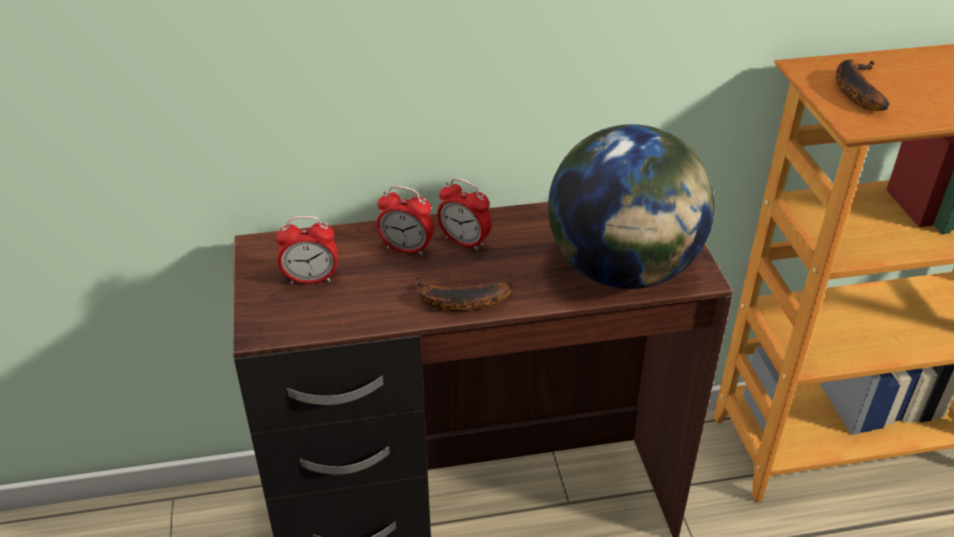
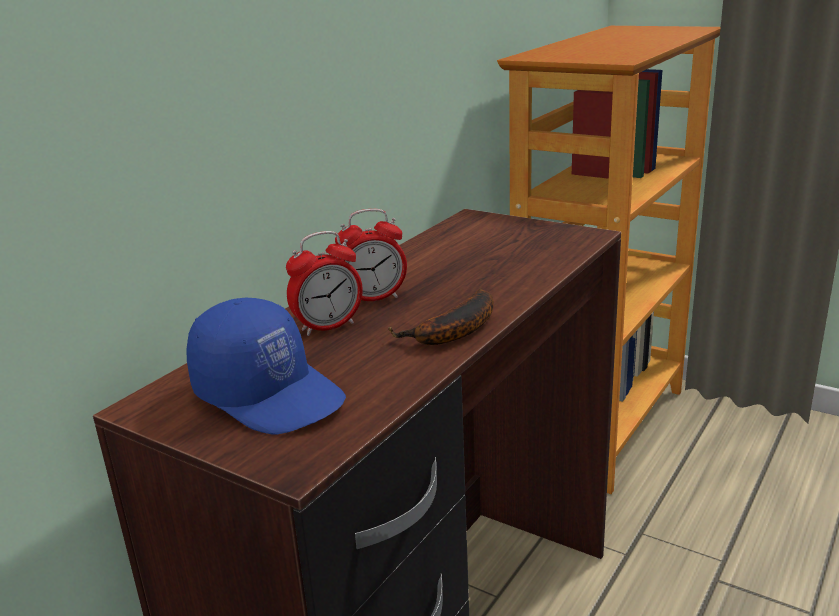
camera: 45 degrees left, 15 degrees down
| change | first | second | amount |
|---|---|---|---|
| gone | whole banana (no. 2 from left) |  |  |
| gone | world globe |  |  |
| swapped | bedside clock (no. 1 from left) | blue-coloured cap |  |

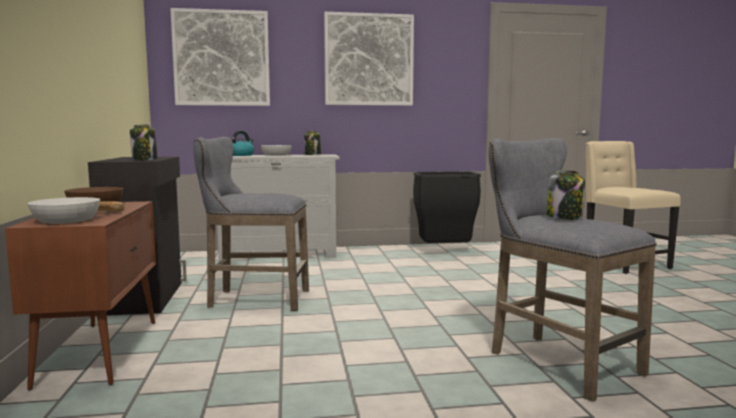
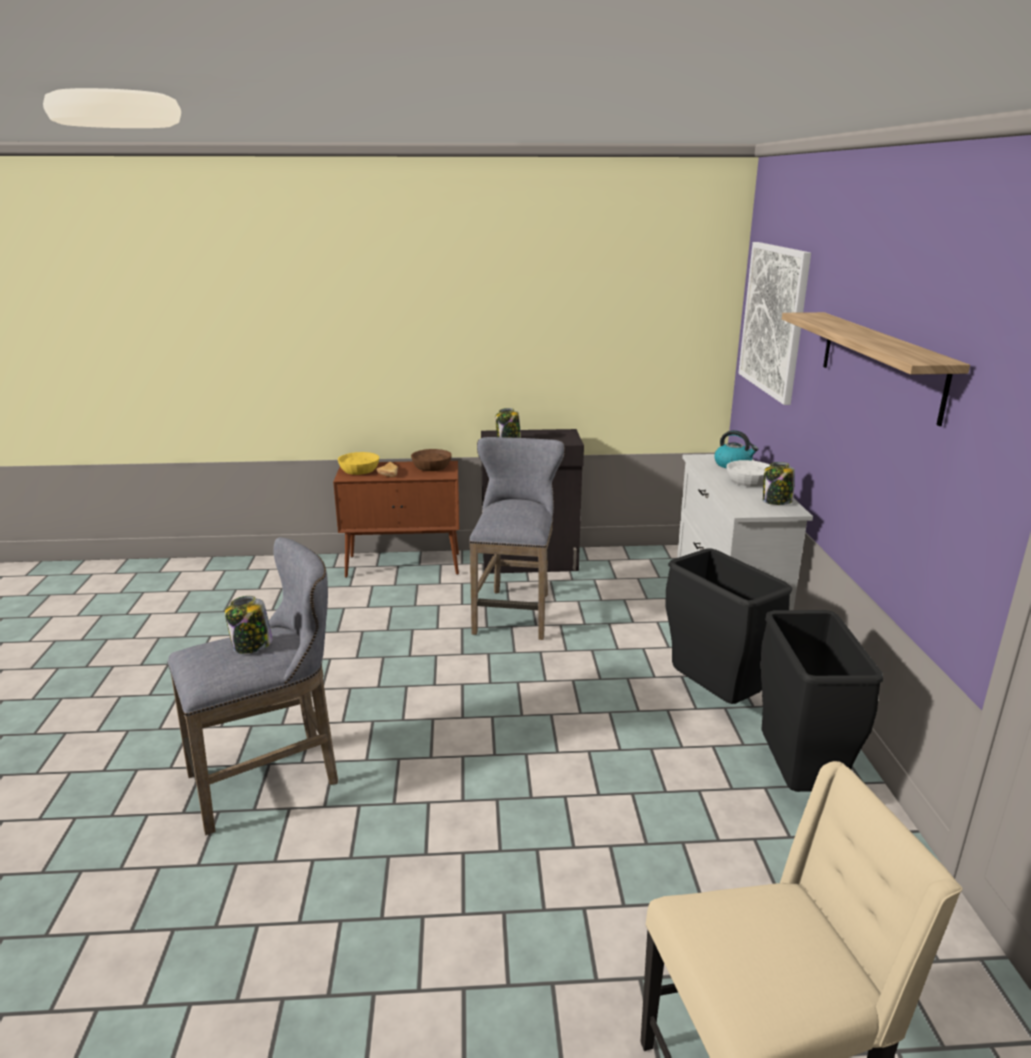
camera: 95 degrees right, 15 degrees up
| change | first | second | amount |
|---|---|---|---|
| swapped | wall art (no. 2 from left) | shelf |  |
| repainted | white-coloured serving bowl (no. 1 from left) | yellow-coloured serving bowl |  |
| new |  | black-coloured rubbish bin (no. 1 from left) |  |

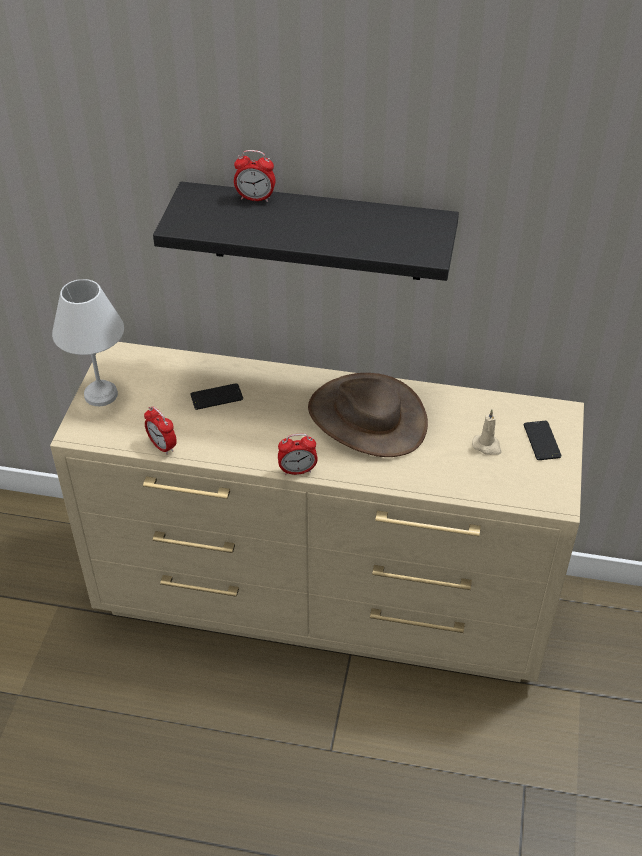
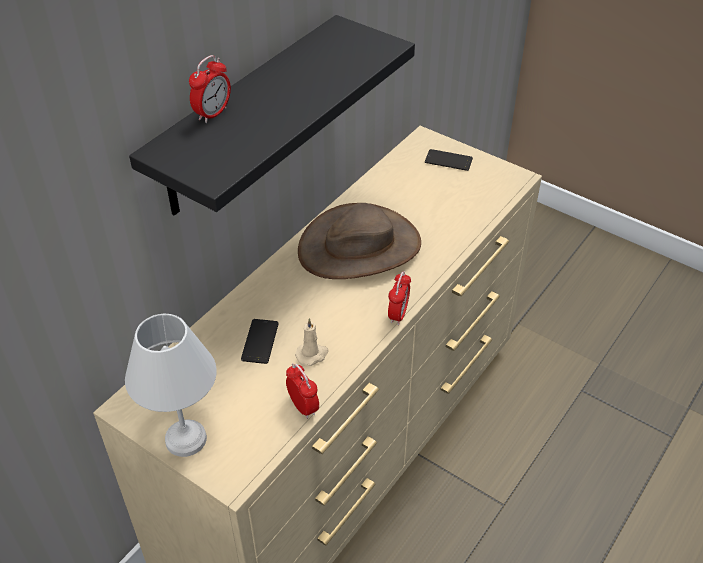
camera: 65 degrees left, 0 degrees up
| change | first | second | amount |
|---|---|---|---|
| rotated | bedside clock (no. 1 from left in the first image) | bedside clock (no. 2 from left) | 105 degrees counterclockwise |
| shifted | beige-coloured candle |  |  |

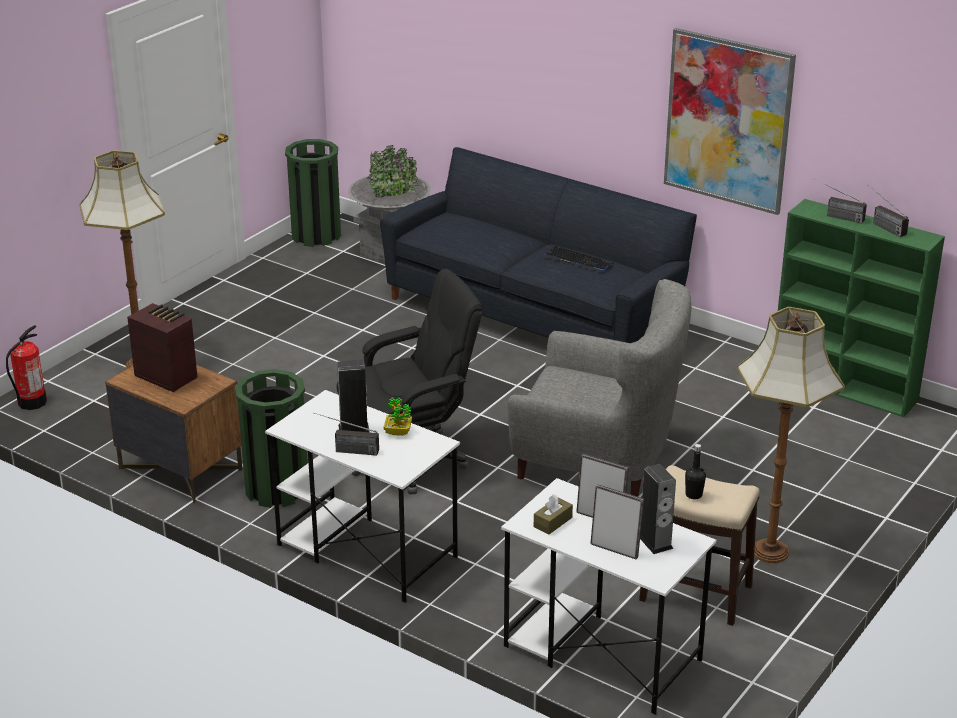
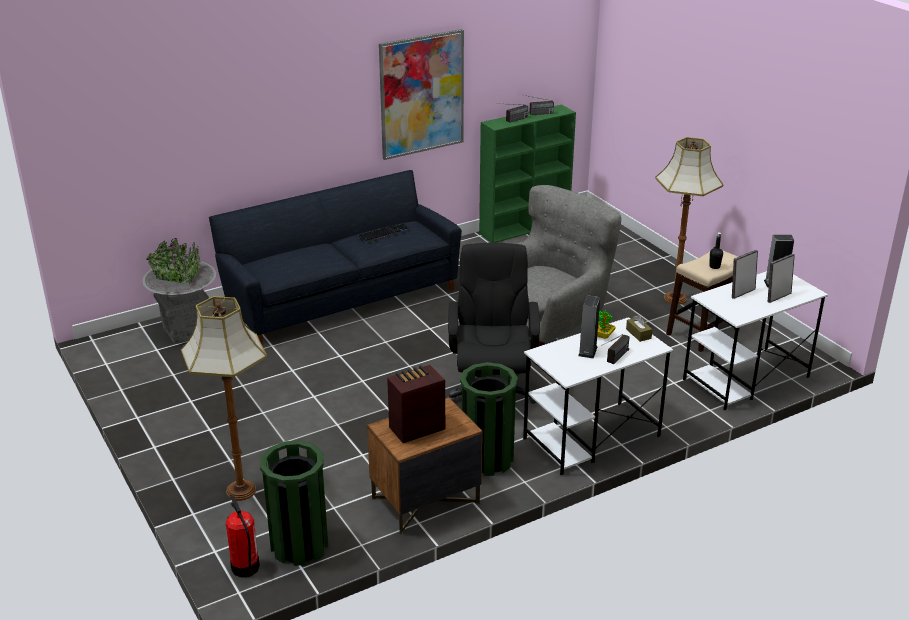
camera: 65 degrees left, 0 degrees up
| change | first | second | amount |
|---|---|---|---|
| shifted | greenish rubbish bin (no. 2 from left in the first image) | greenish rubbish bin (no. 1 from left) |  |
| shifted | brown-coloured tissue box |  |  |

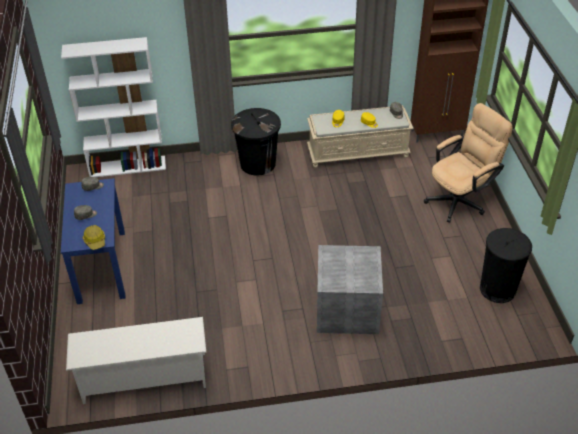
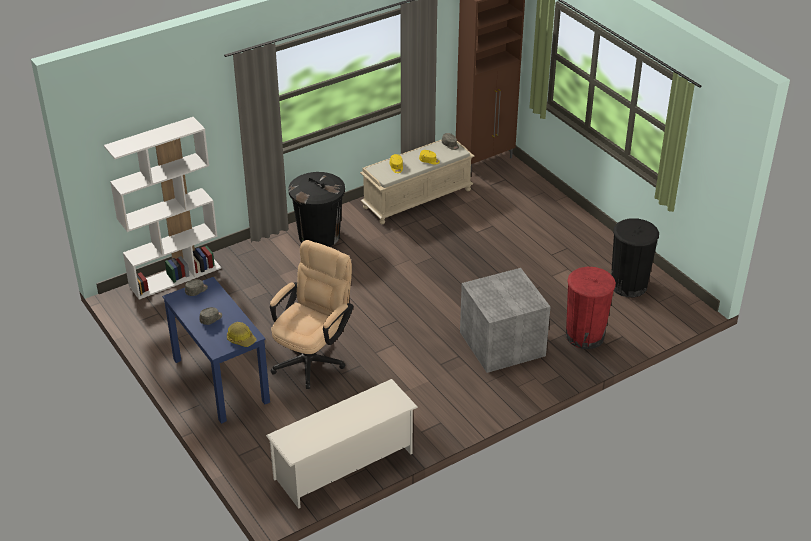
camera: 25 degrees left, 5 degrees down
| change | first | second | amount |
|---|---|---|---|
| shifted | beige-coloured office chair |  |  |
| new |  | red rubbish bin |  |

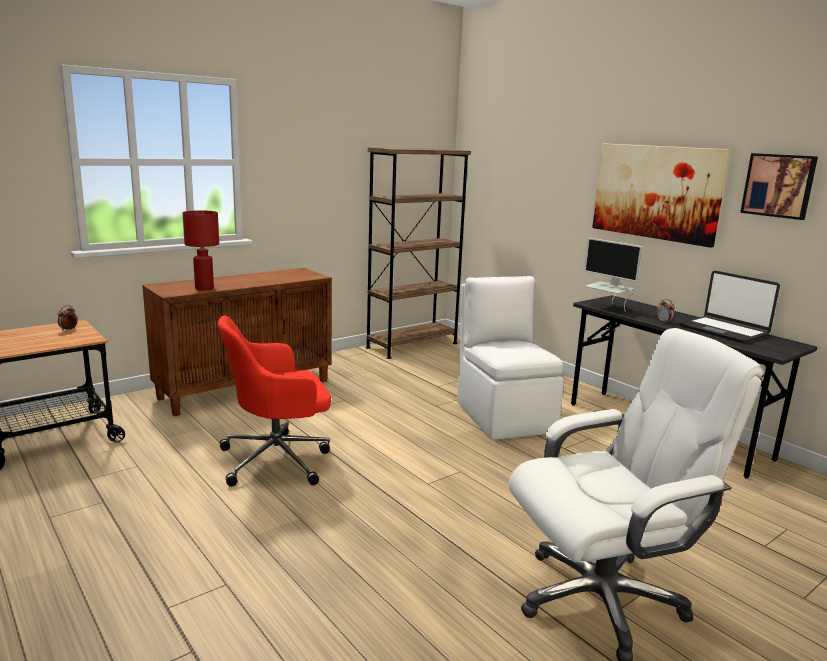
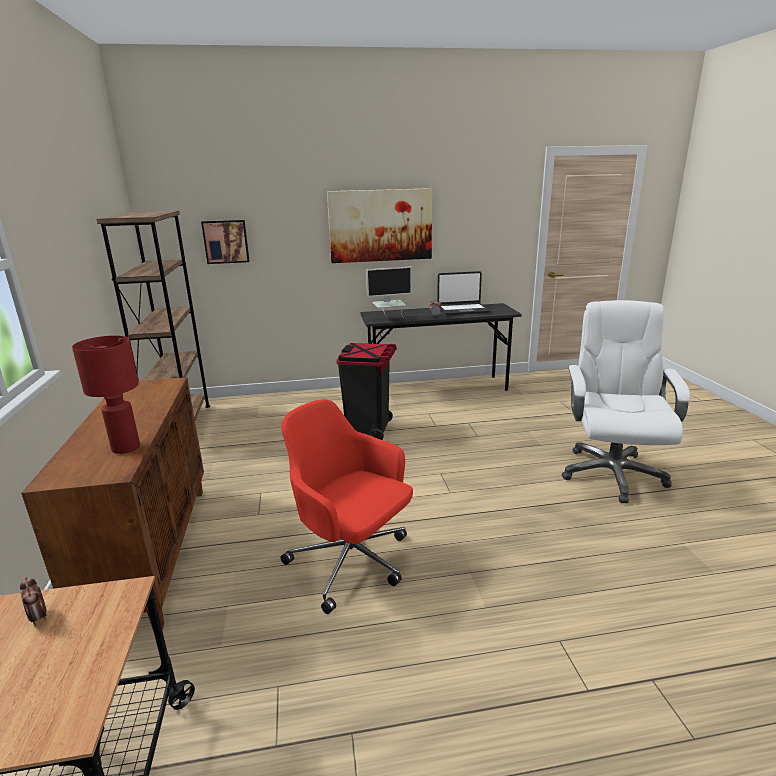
camera: 60 degrees left, 5 degrees up
| change | first | second | amount |
|---|---|---|---|
| shifted | wall art (no. 2 from left in the first image) | wall art (no. 1 from left) |  |
| swapped | white-coloured plain chair | black-coloured rubbish bin |  |
| rotated | red office chair |  | 120 degrees clockwise |

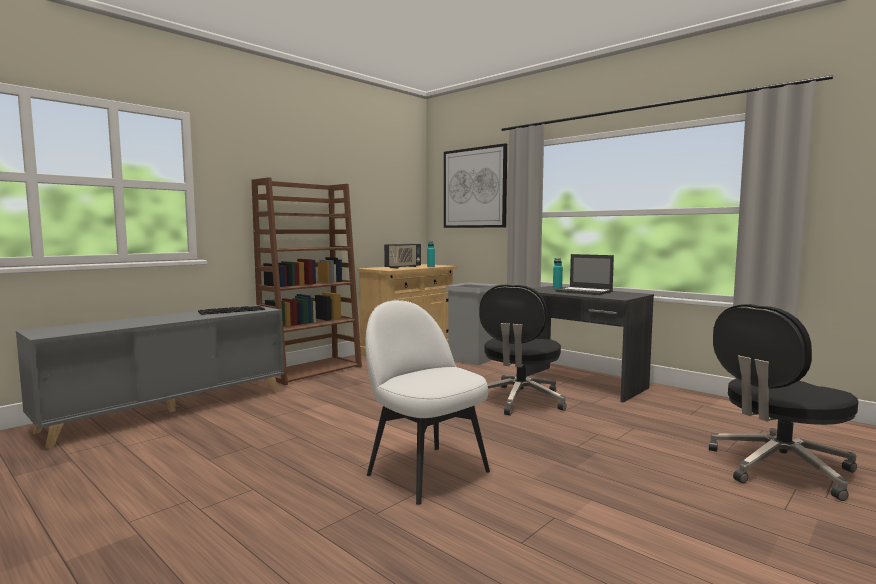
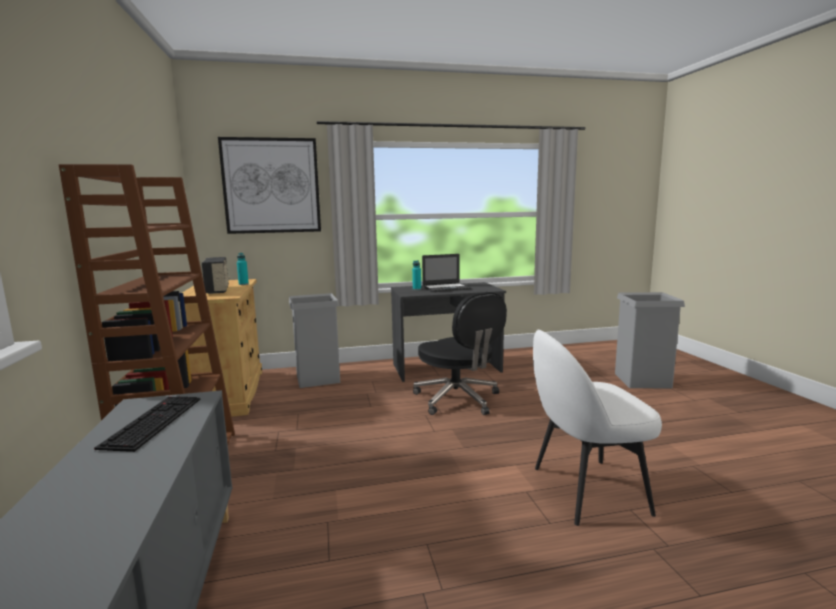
camera: 55 degrees left, 5 degrees up
| change | first | second | amount |
|---|---|---|---|
| swapped | black-coloured office chair (no. 2 from left) | greyish rubbish bin (no. 2 from left) |  |

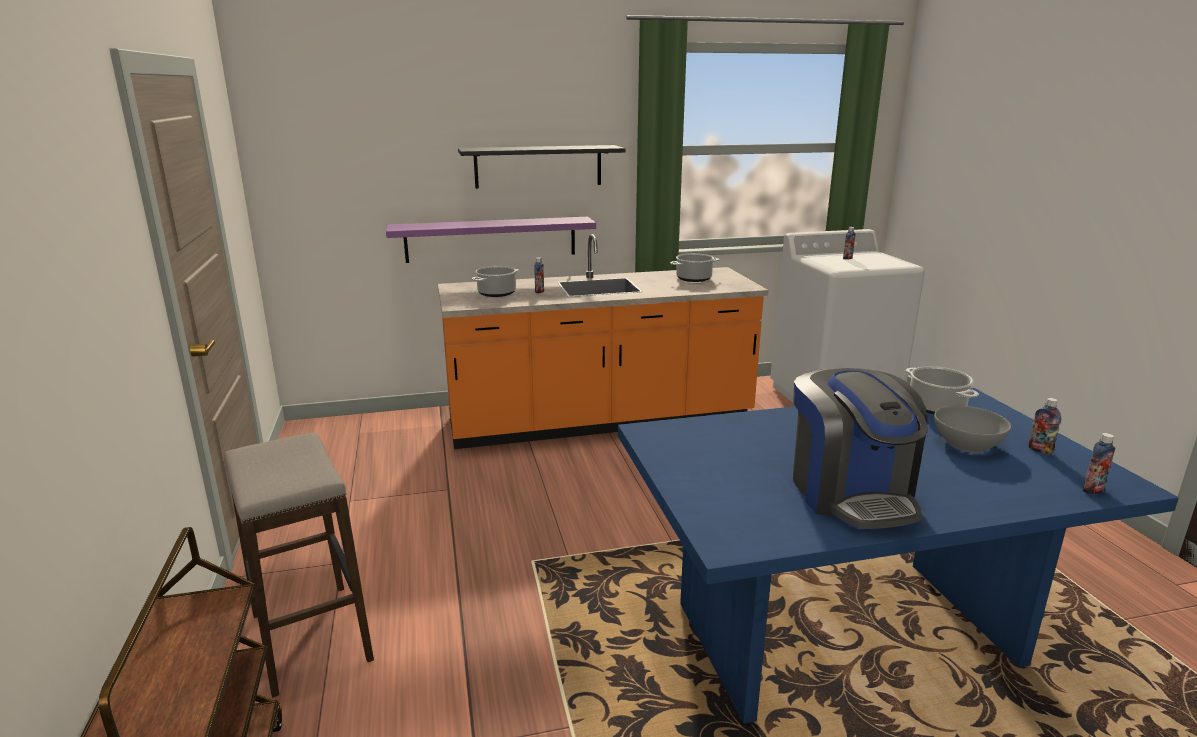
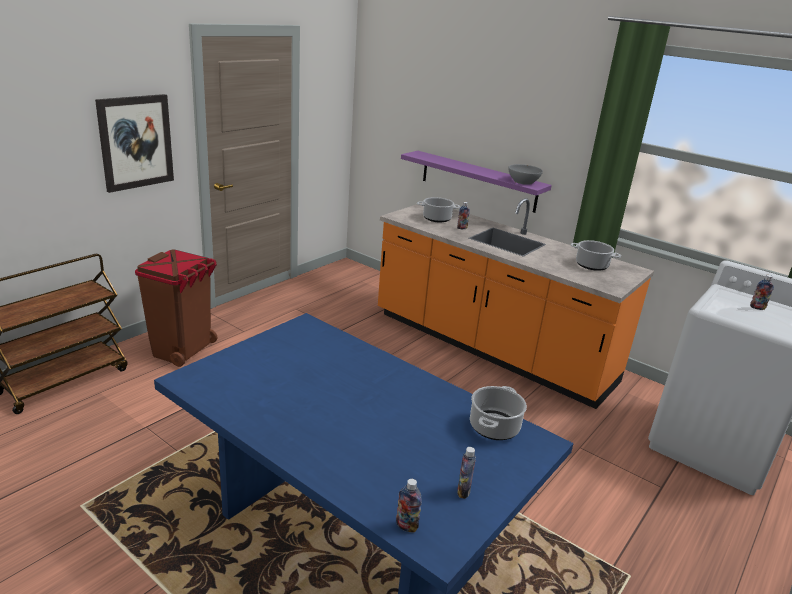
camera: 50 degrees right, 5 degrees up
| change | first | second | amount |
|---|---|---|---|
| gone | black-coloured shelf |  |  |
| gone | coffee brewer |  |  |
| shifted | greyish serving bowl |  |  |
| swapped | stool | brown-coloured rubbish bin |  |
| new |  | wall art |  |

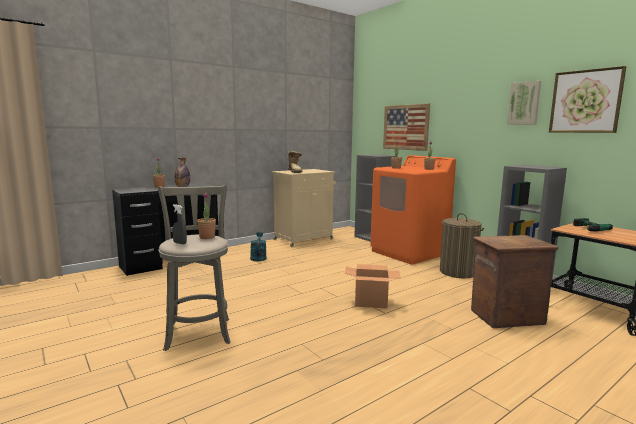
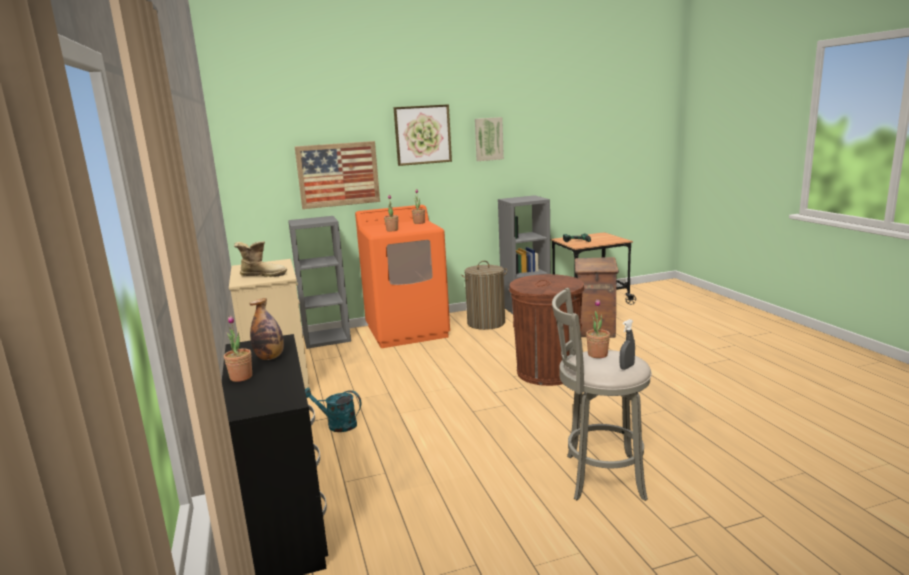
camera: 70 degrees left, 5 degrees up
| change | first | second | amount |
|---|---|---|---|
| shifted | wall art (no. 3 from left in the first image) | wall art (no. 2 from left) |  |
| swapped | packing box | brown-coloured rubbish bin |  |

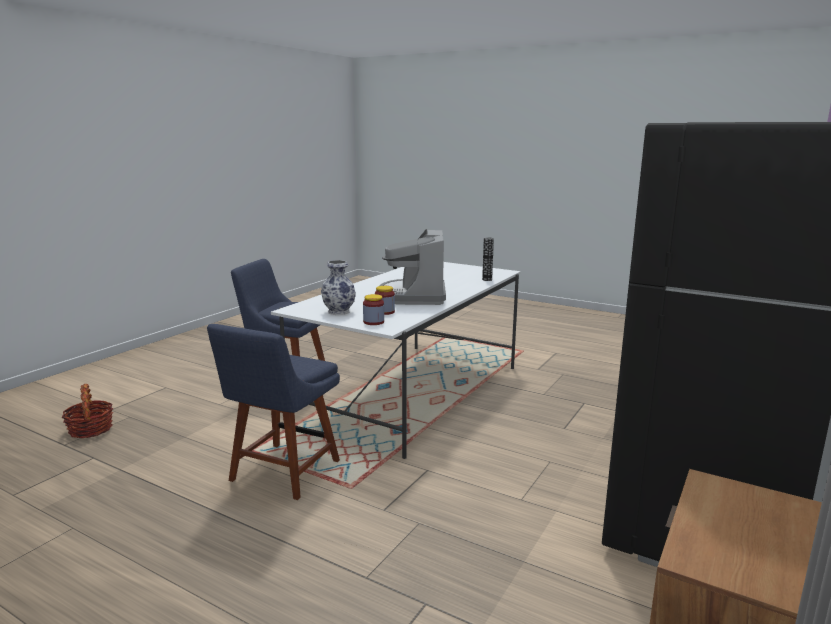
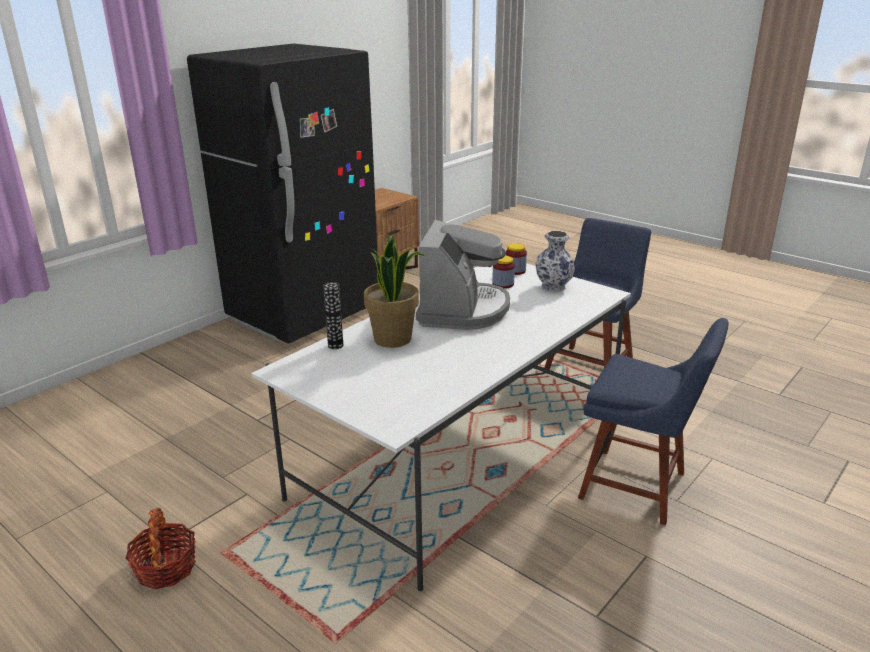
camera: 170 degrees left, 10 degrees up
| change | first | second | amount |
|---|---|---|---|
| shifted | household basket |  |  |
| new |  | plant in a pot |  |

